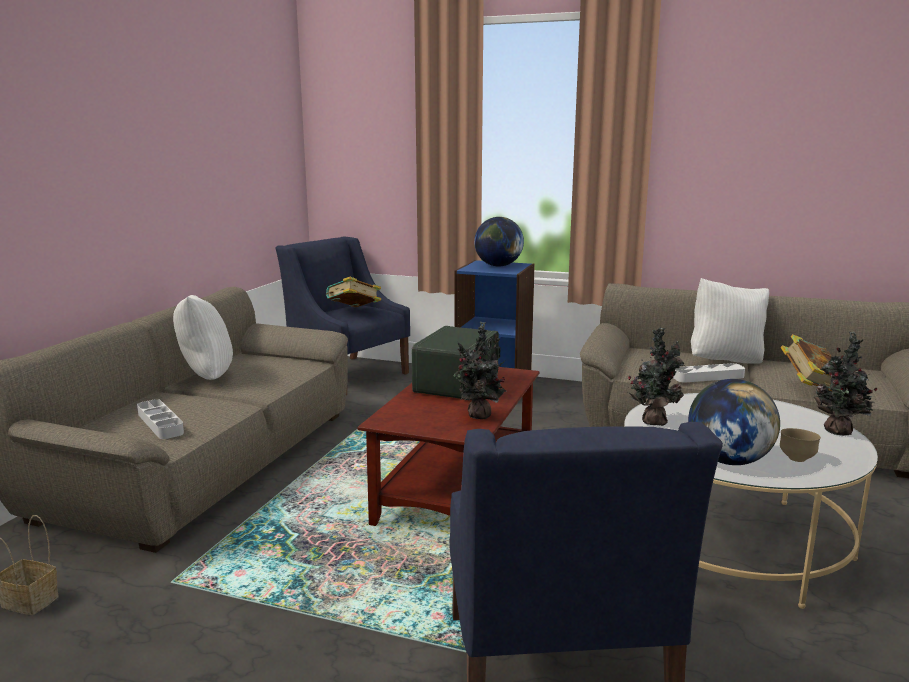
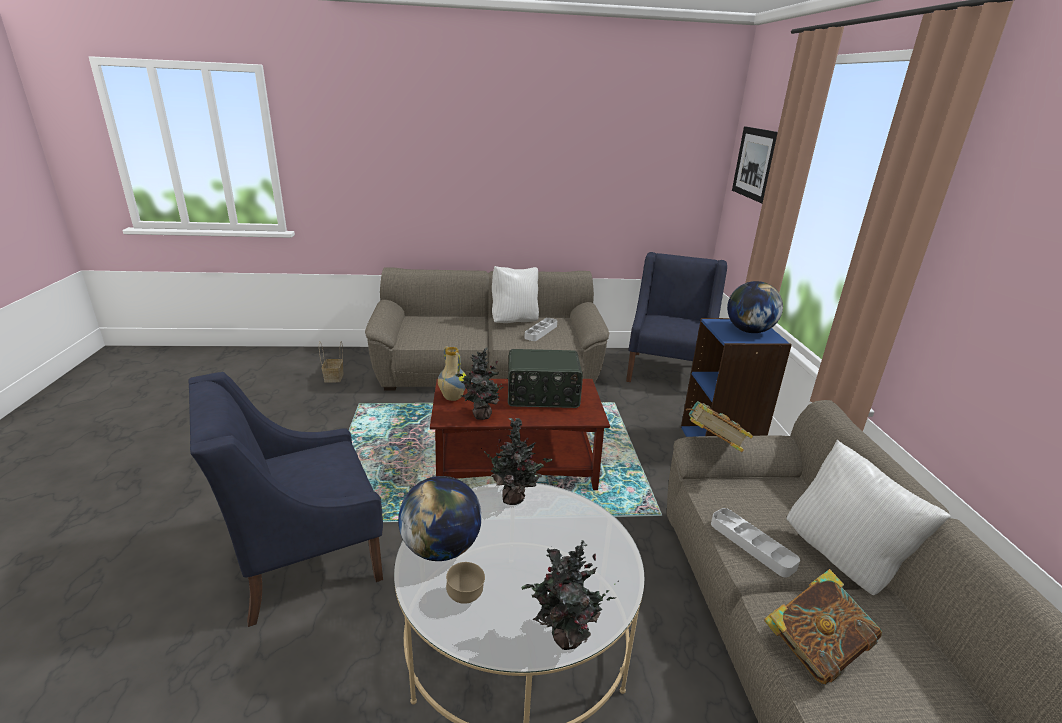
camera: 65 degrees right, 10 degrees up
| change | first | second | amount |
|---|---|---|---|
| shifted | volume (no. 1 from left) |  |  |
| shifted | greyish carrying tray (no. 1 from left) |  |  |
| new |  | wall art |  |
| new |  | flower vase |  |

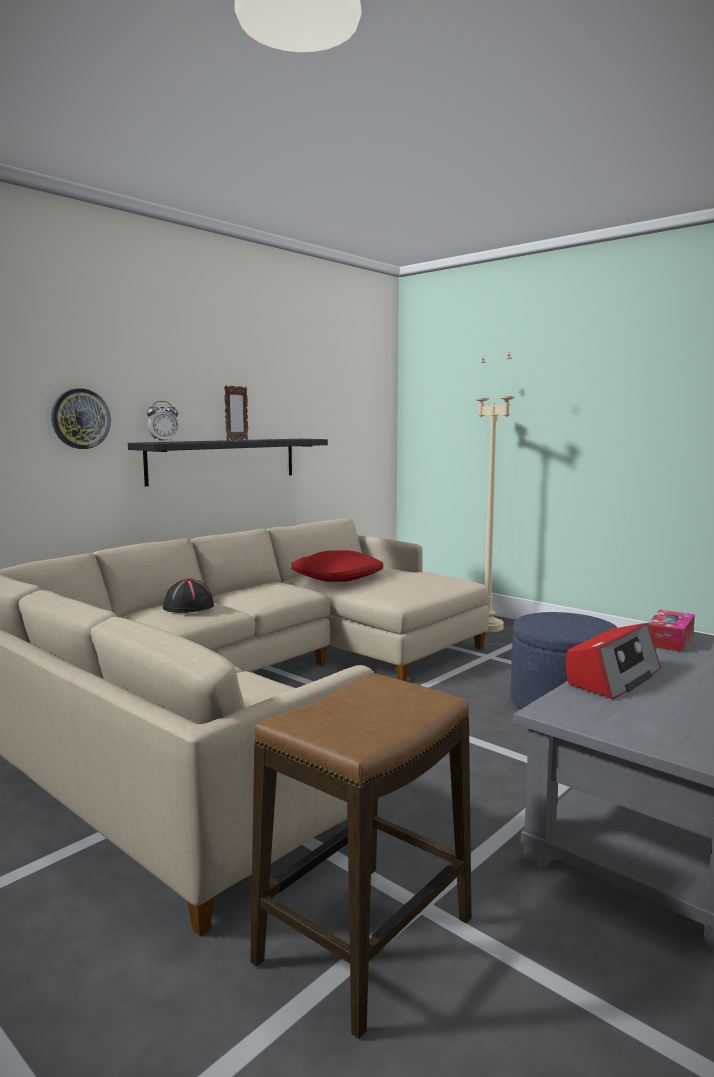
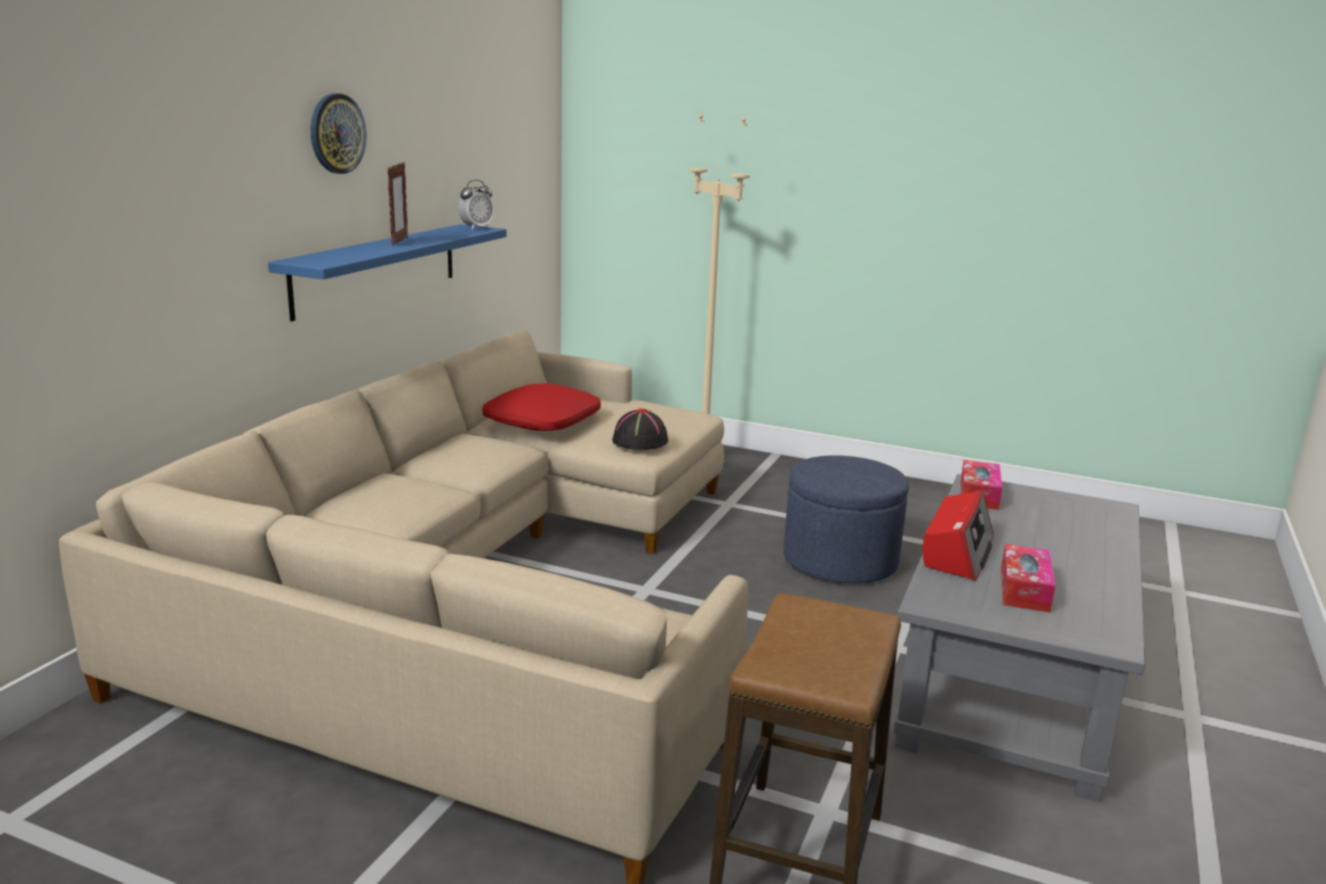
camera: 20 degrees left, 10 degrees up
| change | first | second | amount |
|---|---|---|---|
| shifted | clock on the wall |  |  |
| shifted | bedside clock |  |  |
| repainted | black-coloured shelf | blue-coloured shelf |  |
| shifted | black-coloured wearable hat |  |  |
| new |  | tissue box (no. 2 from left) |  |

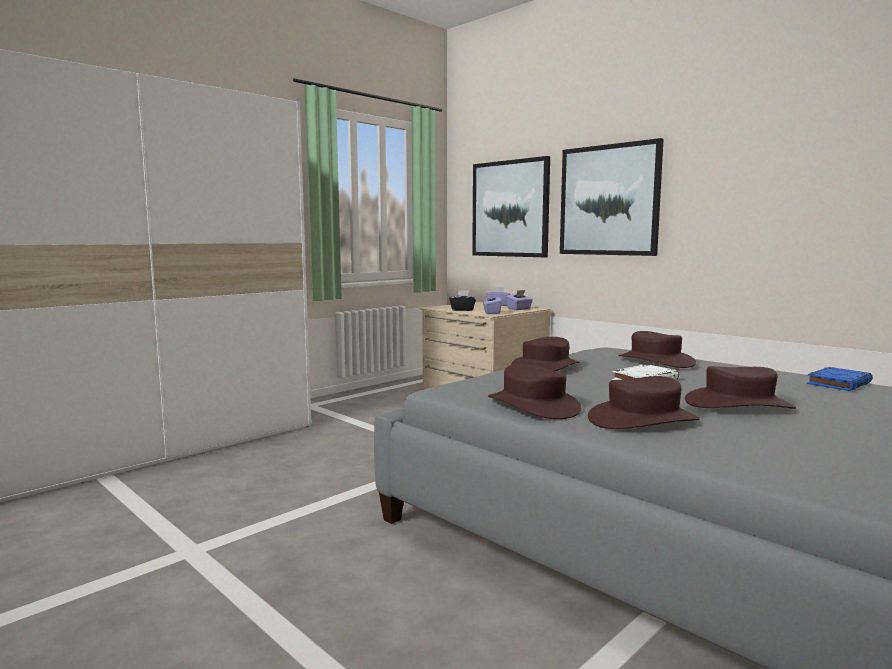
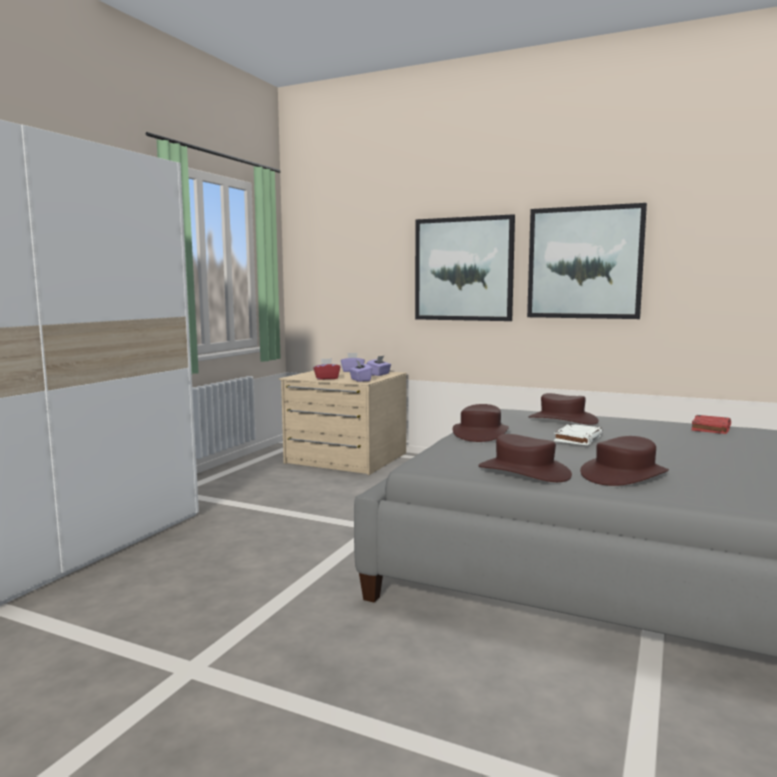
camera: 20 degrees left, 0 degrees up
| change | first | second | amount |
|---|---|---|---|
| shifted | wall art (no. 1 from left in the first image) | wall art (no. 2 from left) |  |
| repainted | black-coloured tissue box | red tissue box |  |
| gone | brown-coloured wearable hat (no. 5 from left) |  |  |
| repainted | blue-coloured volume | red volume |  |

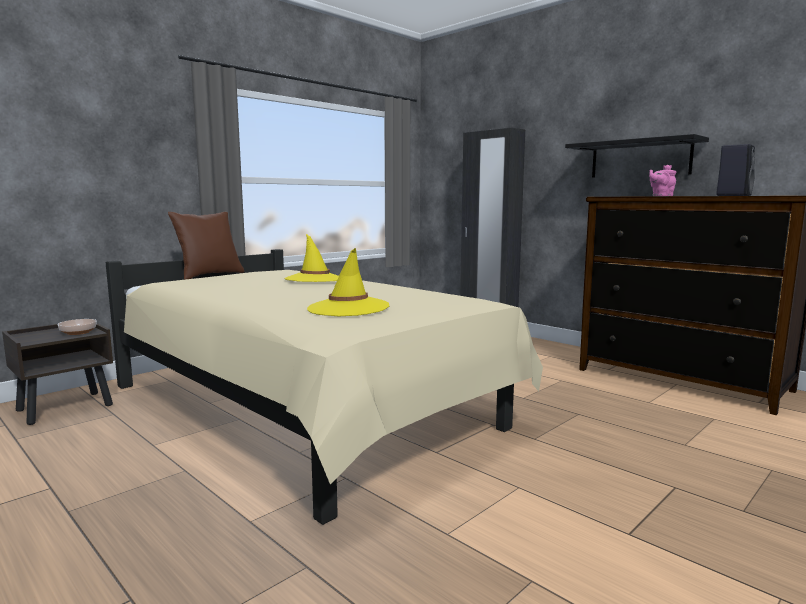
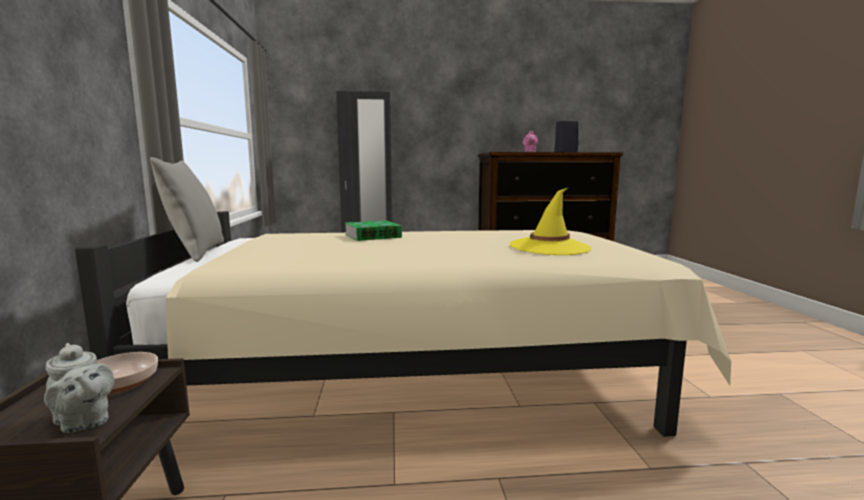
camera: 50 degrees left, 0 degrees up
| change | first | second | amount |
|---|---|---|---|
| gone | black-coloured shelf |  |  |
| repainted | brown-coloured pillow | greyish pillow |  |
| swapped | yellow-coloured wearable hat (no. 1 from left) | volume |  |
| new |  | greyish teapot |  |

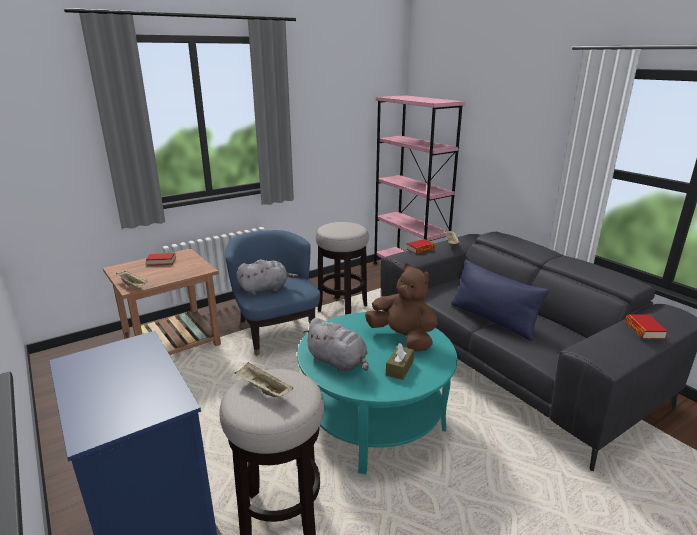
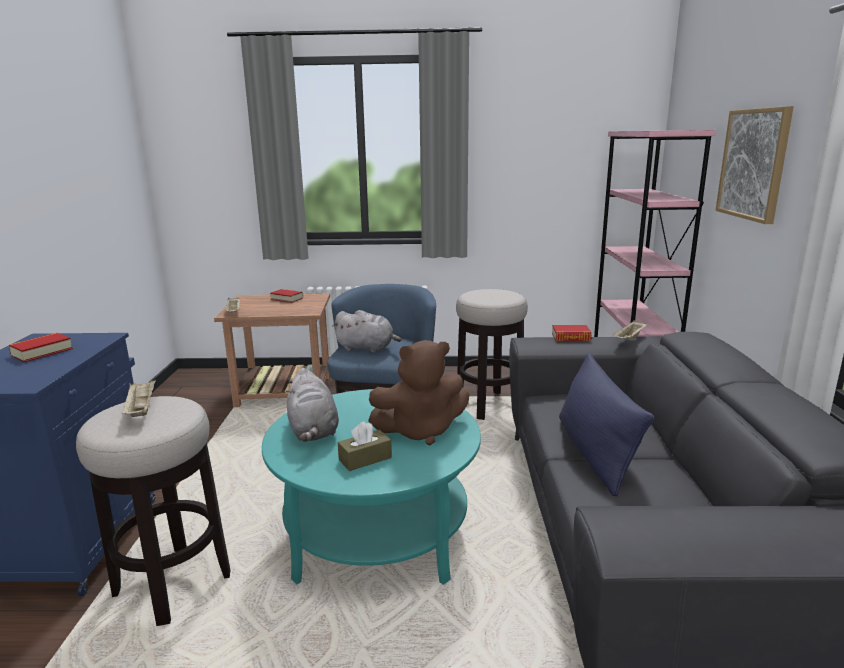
camera: 35 degrees right, 5 degrees down
| change | first | second | amount |
|---|---|---|---|
| rotated | brown-coloured soft toy |  | 90 degrees clockwise |
| shifted | volume (no. 3 from left in the first image) | volume (no. 1 from left) |  |
| new |  | wall art |  |

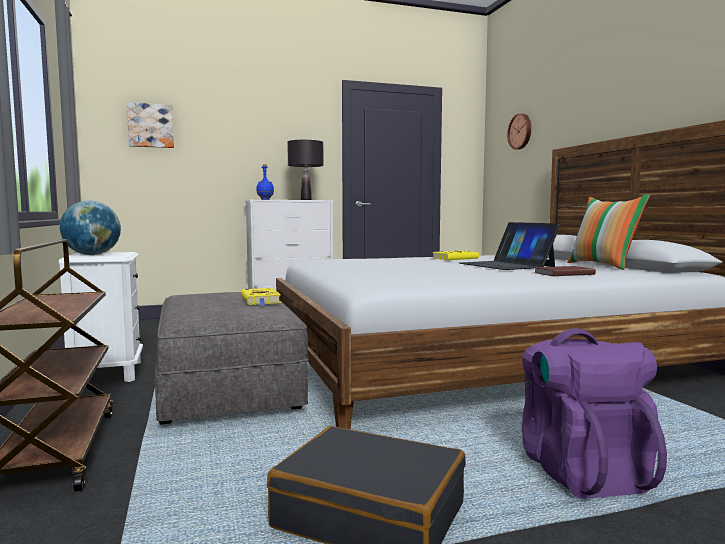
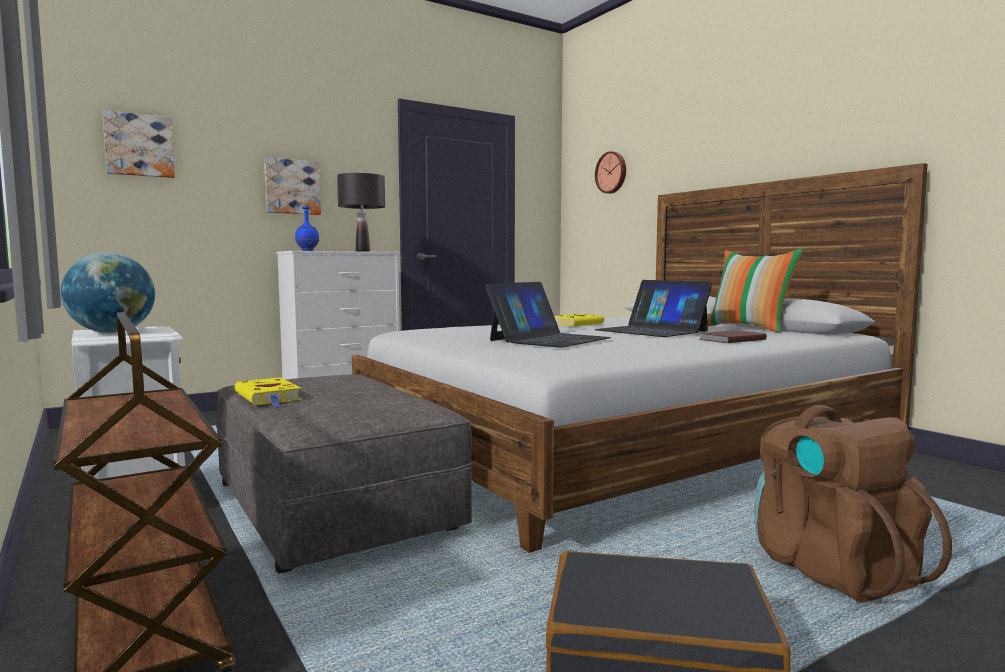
camera: 15 degrees left, 0 degrees up
| change | first | second | amount |
|---|---|---|---|
| shifted | yellow-coloured volume (no. 1 from left) |  |  |
| repainted | purplish knapsack | brown-coloured knapsack |  |
| new |  | wall art (no. 2 from left) |  |
| new |  | portable computer (no. 1 from left) |  |

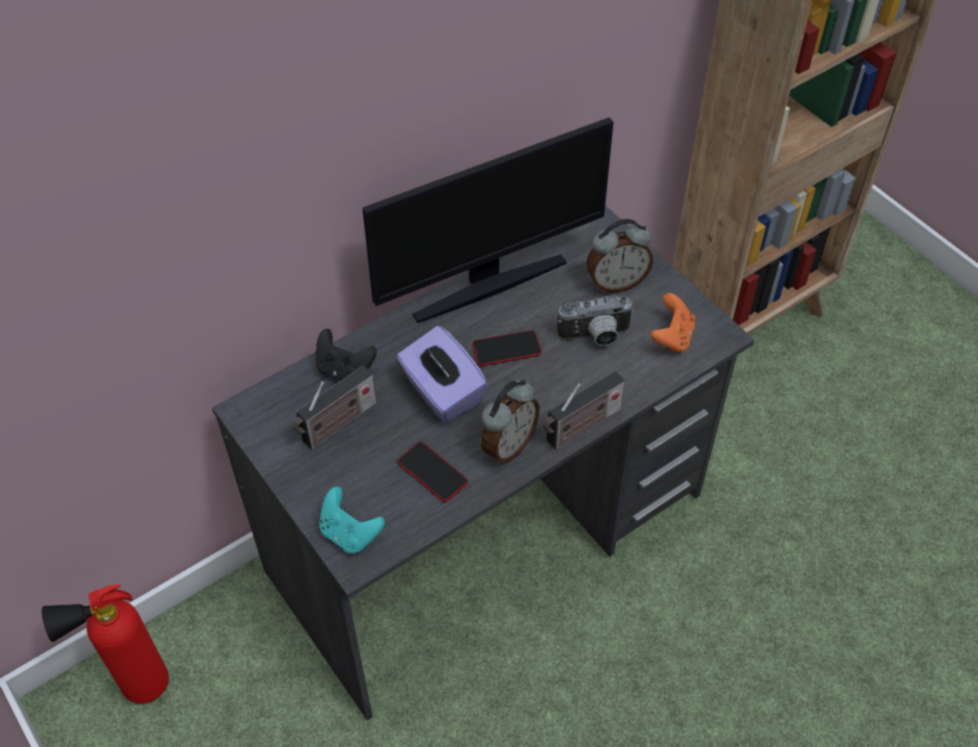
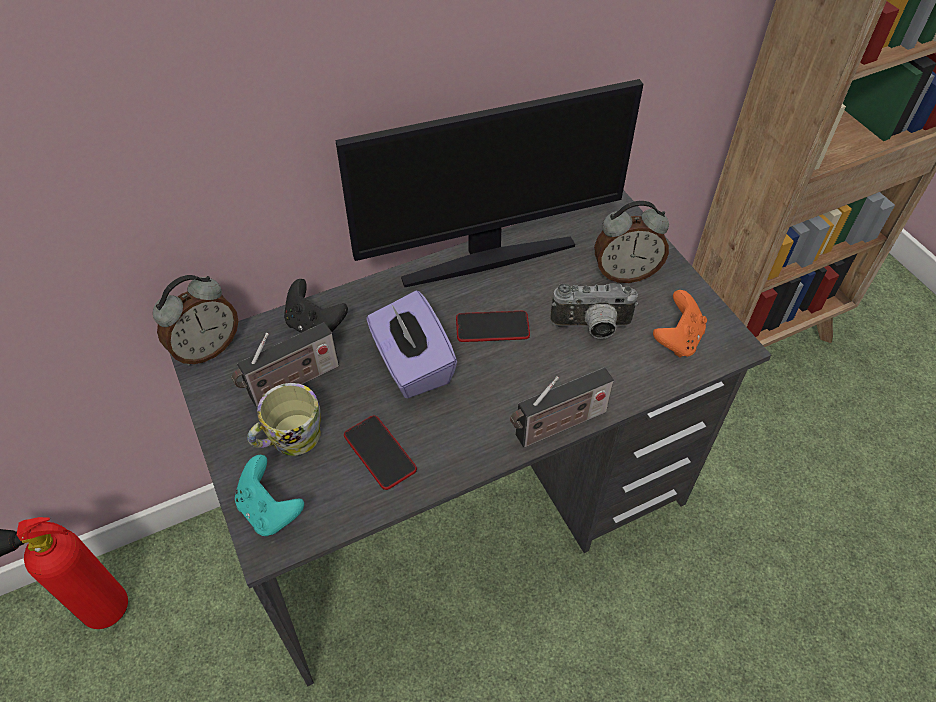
camera: 10 degrees right, 0 degrees up
| change | first | second | amount |
|---|---|---|---|
| shifted | bedside clock (no. 1 from left) |  |  |
| new |  | tea mug |  |

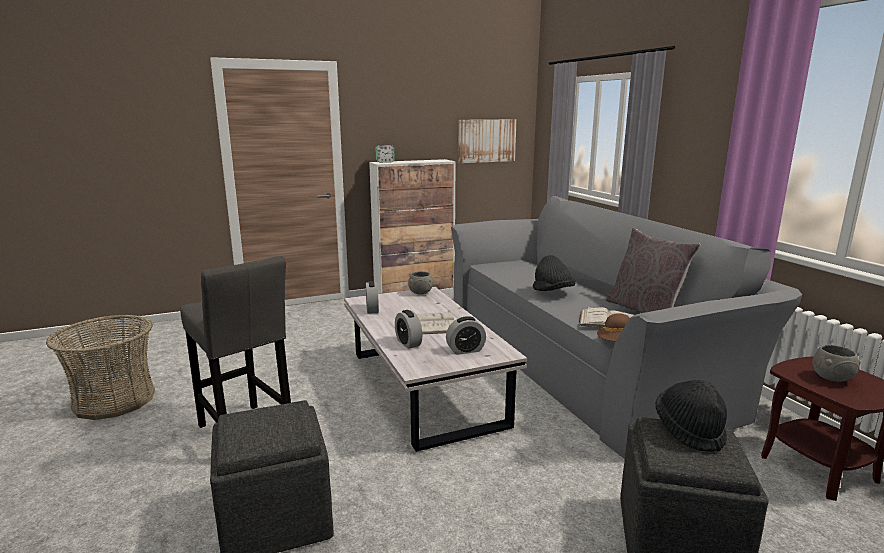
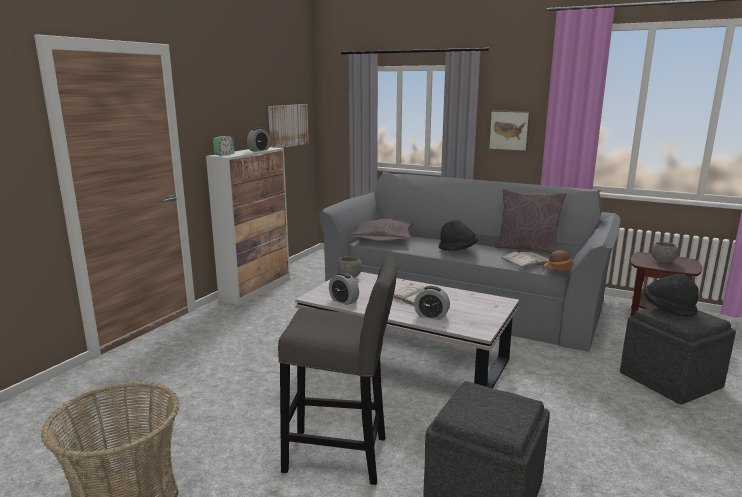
camera: 40 degrees left, 0 degrees up
| change | first | second | amount |
|---|---|---|---|
| shifted | bedside clock (no. 4 from left in the first image) | bedside clock (no. 2 from left) |  |
| new |  | wall art (no. 2 from left) |  |
| new |  | greyish pillow (no. 1 from left) |  |

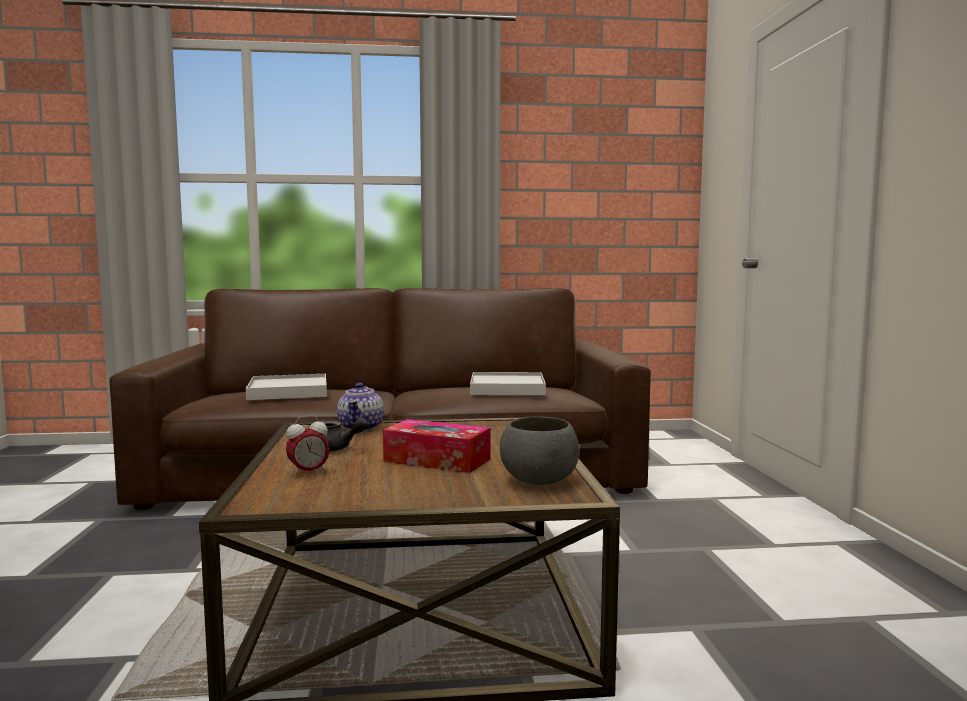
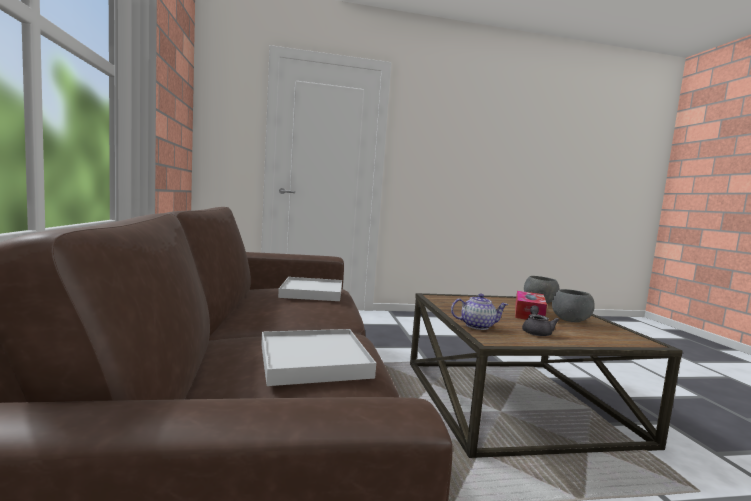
camera: 95 degrees left, 0 degrees up
| change | first | second | amount |
|---|---|---|---|
| gone | bedside clock |  |  |
| new |  | greyish serving bowl (no. 2 from left) |  |

